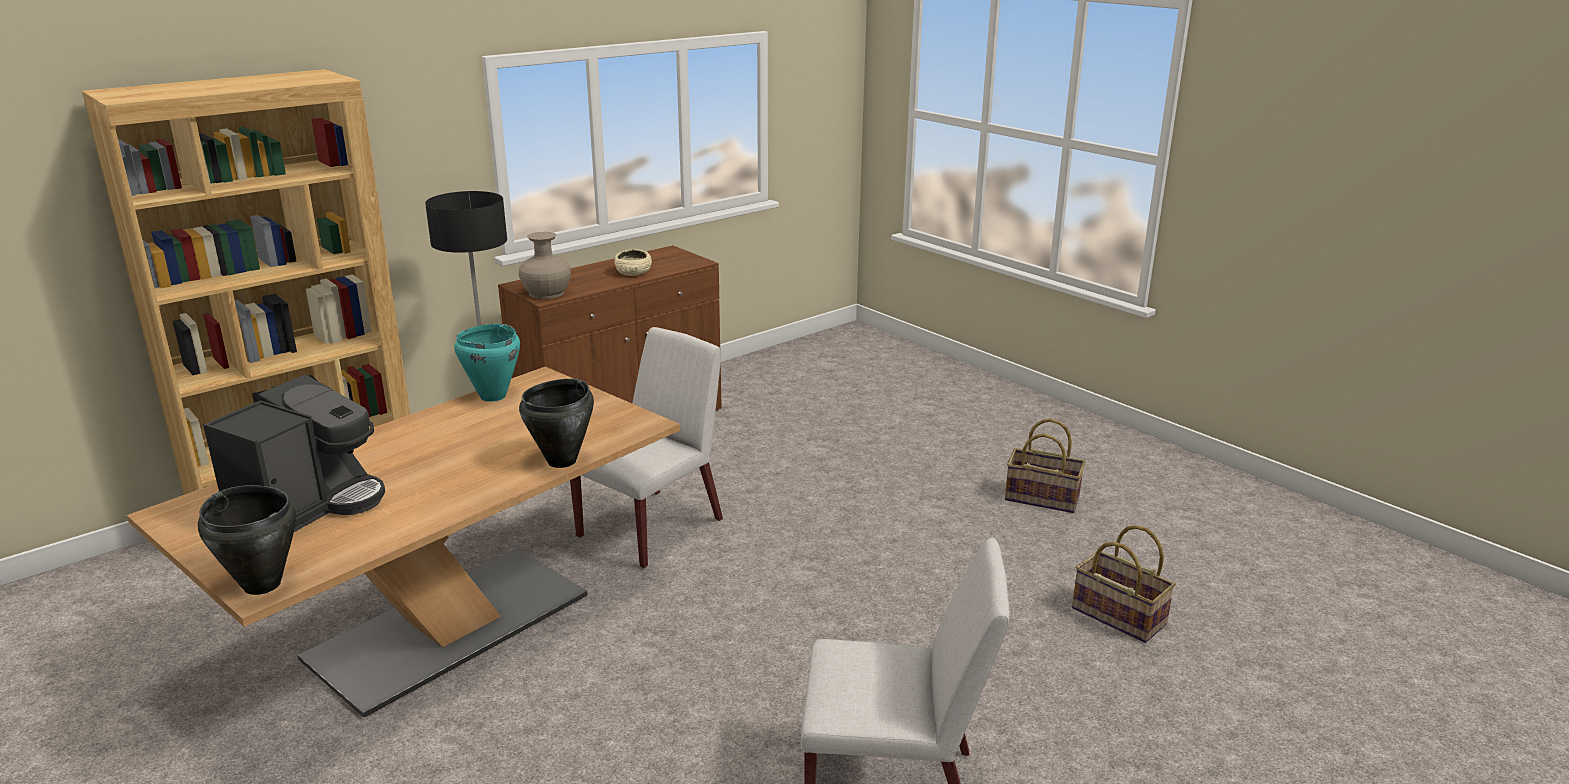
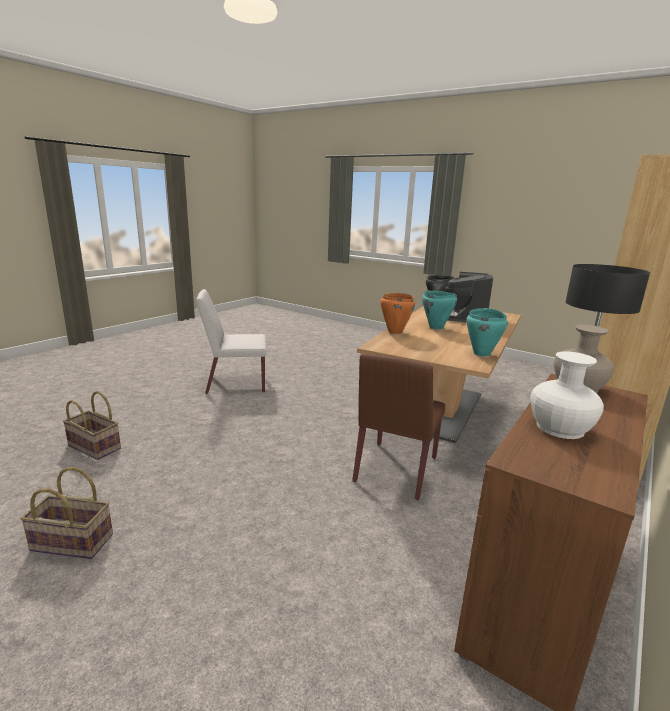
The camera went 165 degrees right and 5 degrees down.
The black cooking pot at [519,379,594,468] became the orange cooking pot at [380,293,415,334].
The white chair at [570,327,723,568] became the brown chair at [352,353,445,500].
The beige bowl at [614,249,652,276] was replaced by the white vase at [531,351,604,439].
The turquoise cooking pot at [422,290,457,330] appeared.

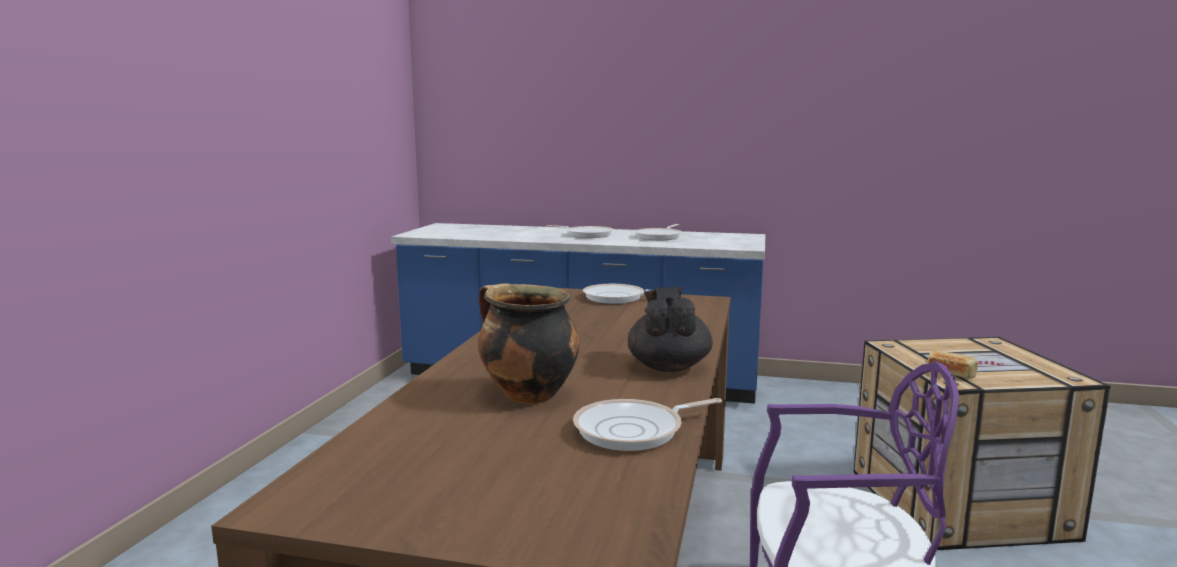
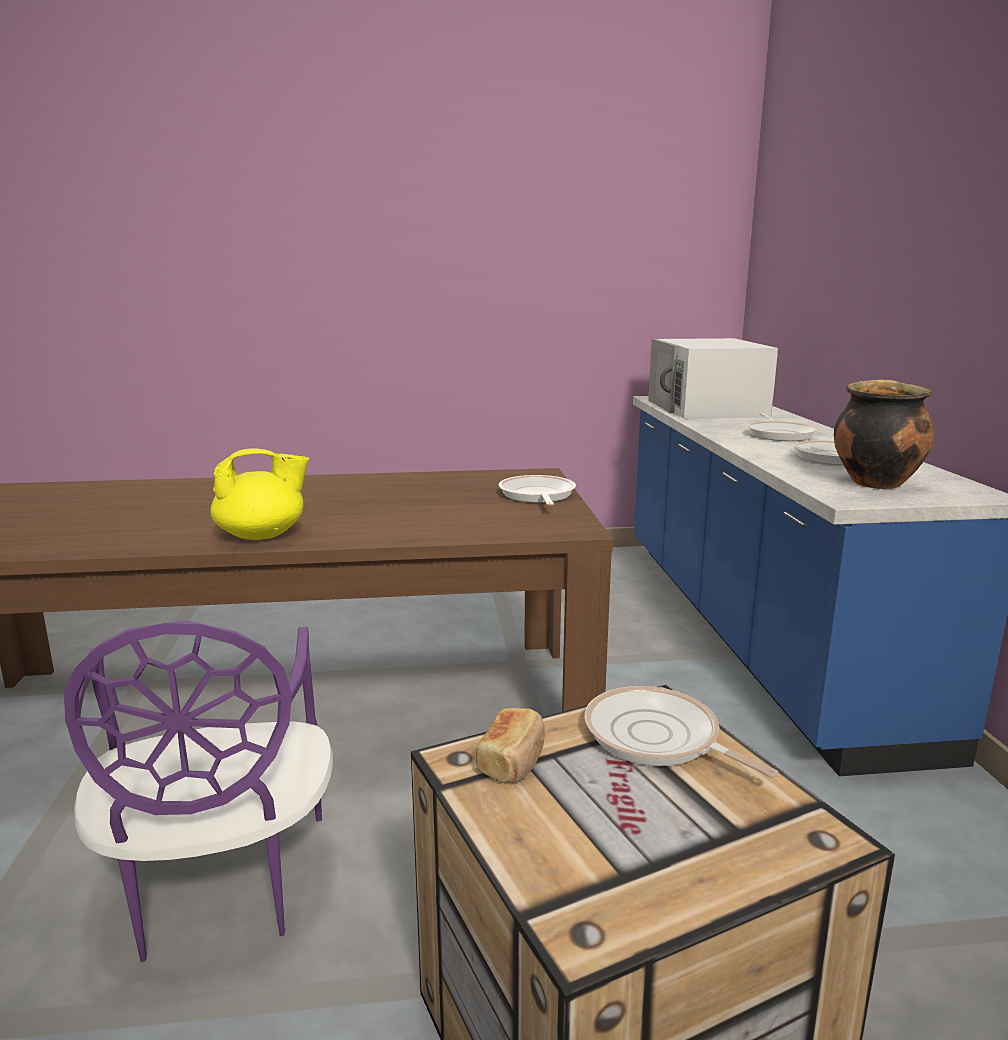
The camera went 70 degrees right and 5 degrees up.
The cooking pot moved from [478,283,579,404] to [834,379,934,489].
The frying pan moved from [573,398,722,451] to [584,686,779,778].
The black teapot at [628,287,713,372] became the yellow teapot at [210,448,309,540].
The white microwave at [648,338,778,419] appeared.

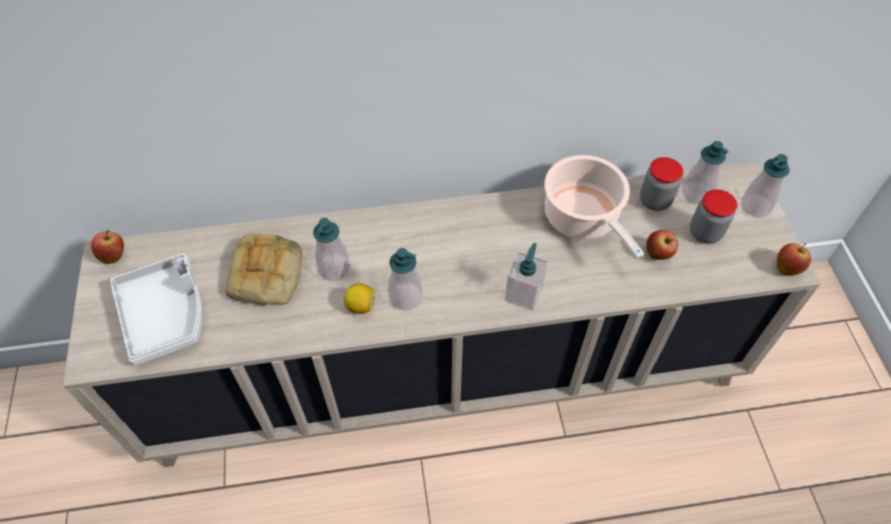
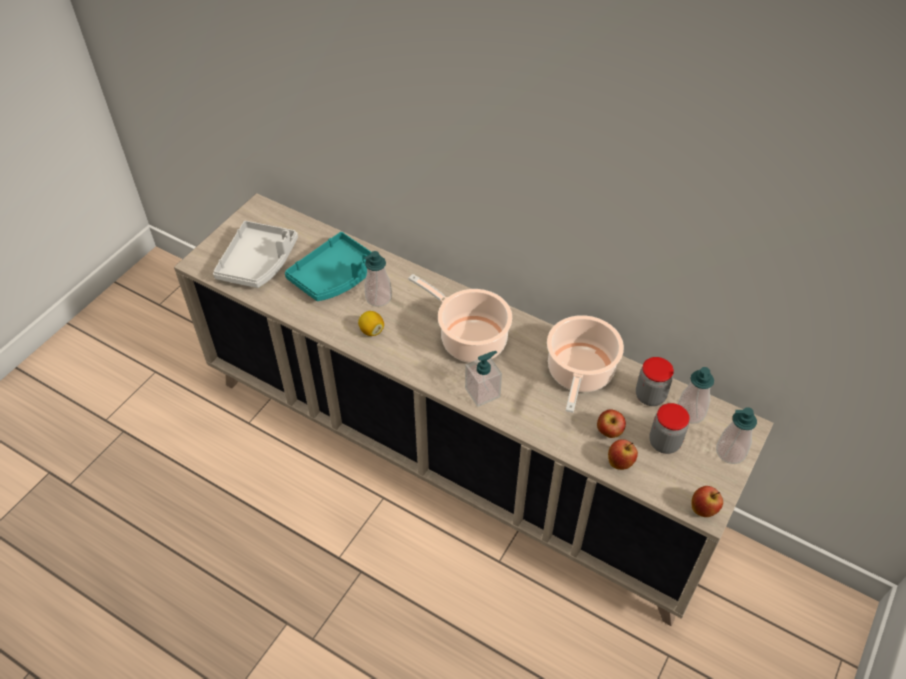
The camera went 40 degrees right and 5 degrees down.
The apple moved from [91,230,124,264] to [608,439,638,470].
The bread at [226,234,302,305] was replaced by the turquoise tray at [285,232,371,301].
The soap dispenser at [388,248,422,311] disappeared.
The cooking pot at [408,274,512,363] appeared.

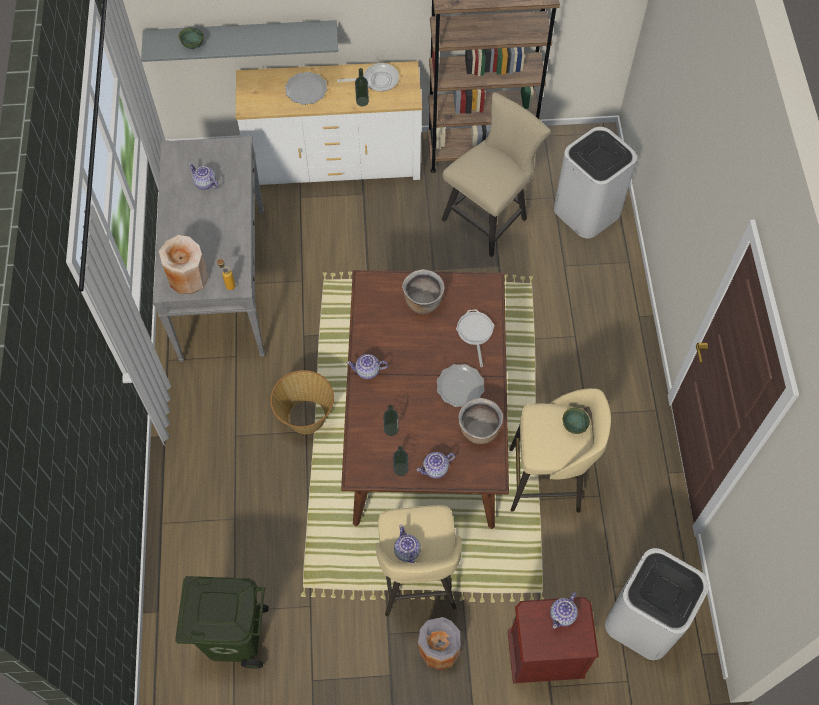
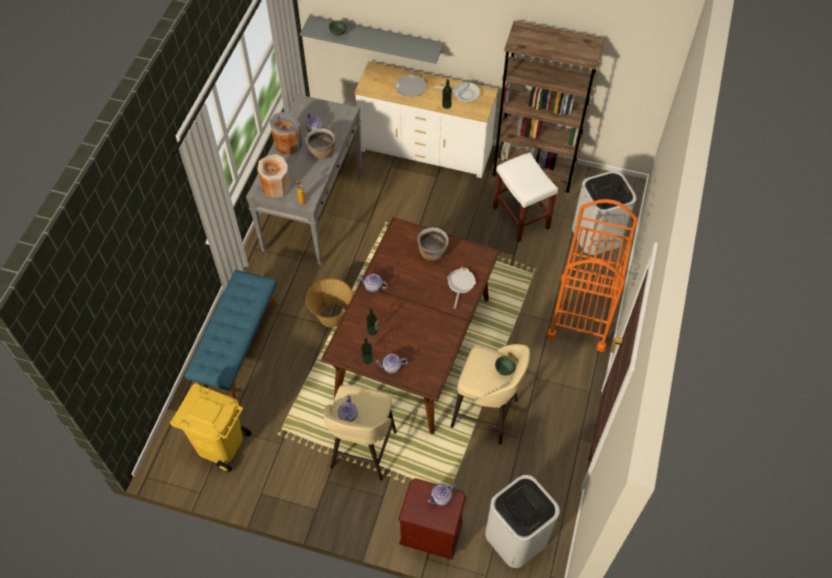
The camera went 20 degrees right and 5 degrees down.
The green trash can at [175,576,269,668] became the yellow trash can at [170,383,251,472].
The grey vase moved from [418,617,460,670] to [270,112,303,155].
The plate at [437,364,485,407] disappeared.
The beige chair at [441,92,551,257] was replaced by the white stool at [493,152,558,242].
The brown cooking pot moved from [458,398,503,444] to [306,128,335,160].
The blue bench at [185,270,279,399] appeared.
The orange cart at [547,199,638,352] appeared.

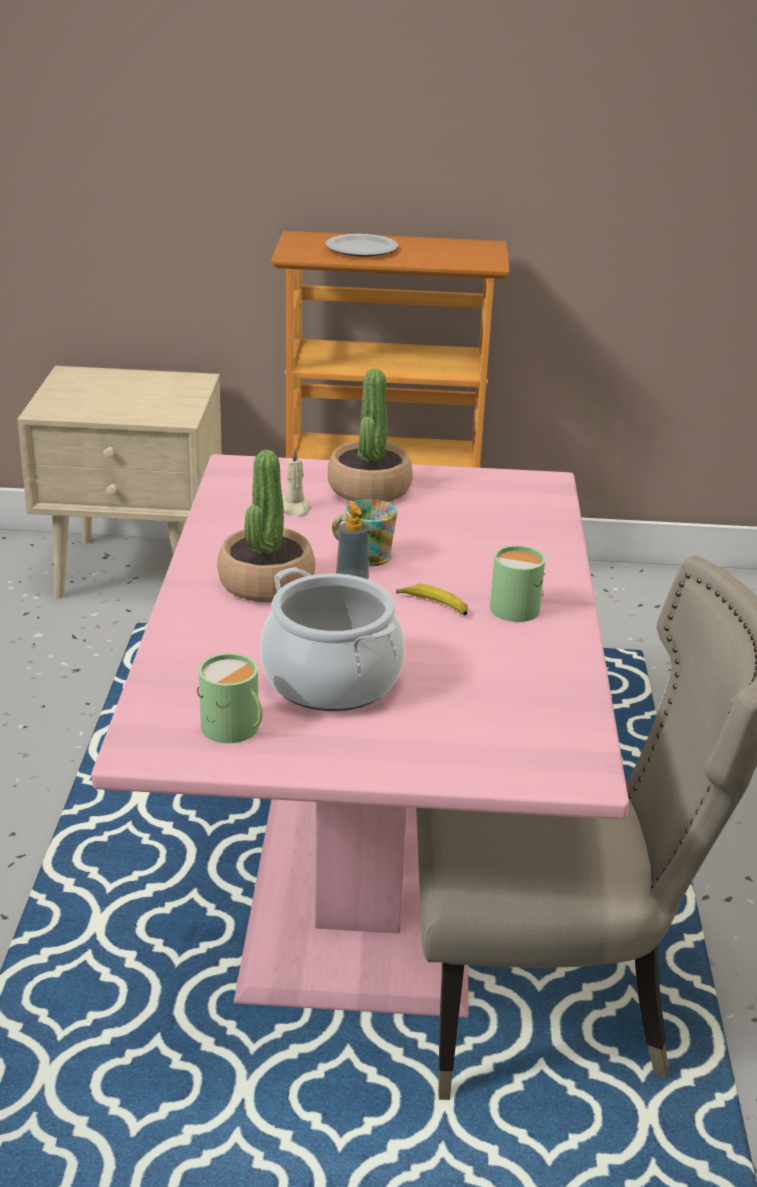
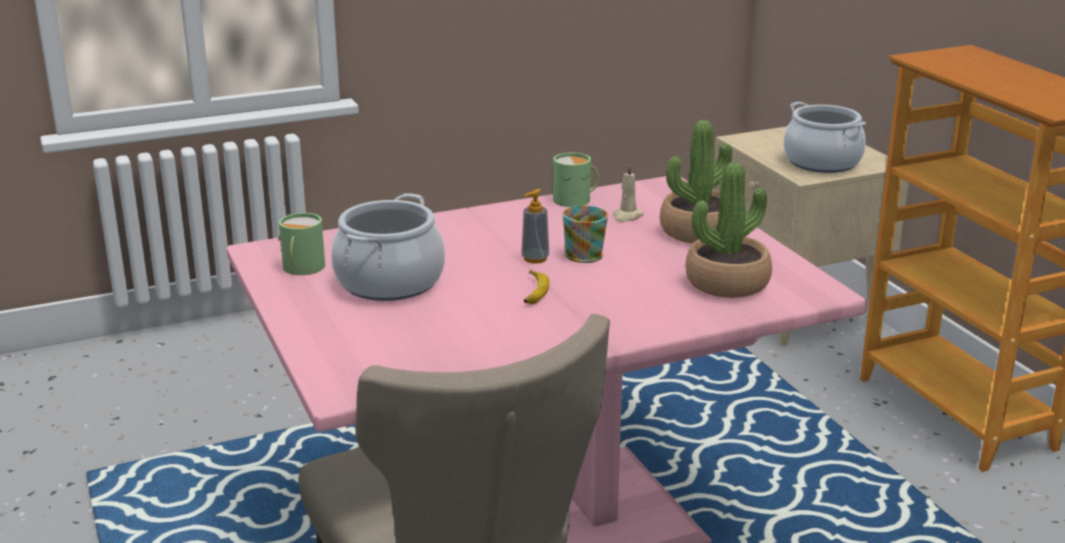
The camera went 65 degrees right and 5 degrees down.
The potted plant moved from [217,450,315,602] to [686,163,772,298].
The plate at [325,234,398,257] disappeared.
The green mug moved from [490,545,545,622] to [553,153,599,207].
The cooking pot at [783,102,866,173] appeared.

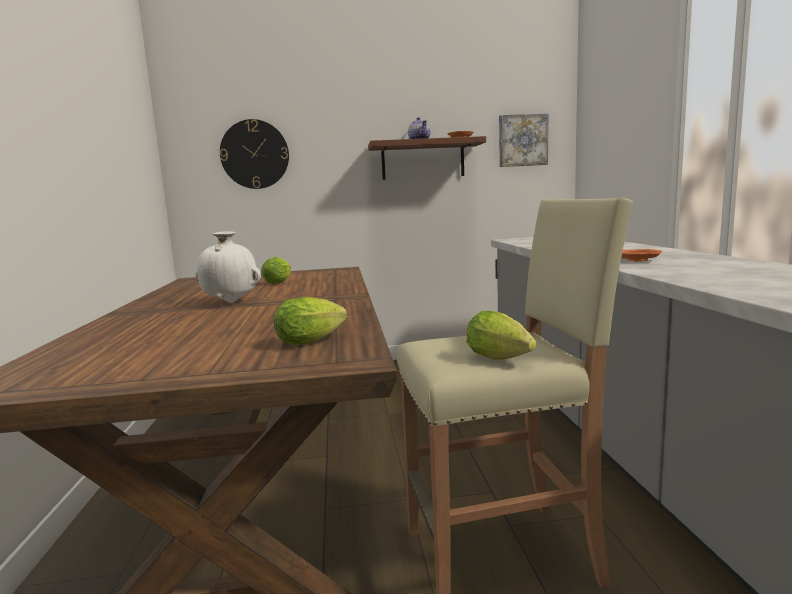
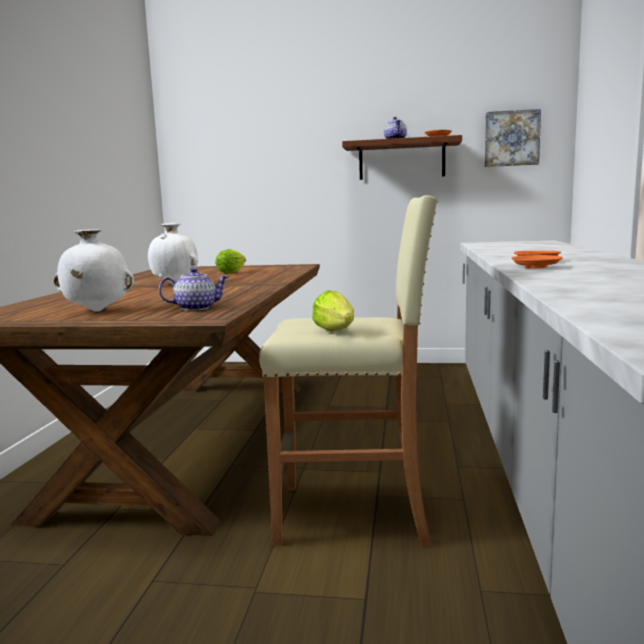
The camera went 15 degrees right and 0 degrees up.
The wall clock at [220,119,289,189] disappeared.
The lettuce at [274,297,347,345] was replaced by the teapot at [159,268,229,311].
The white vase at [54,229,134,312] appeared.
The orange plate at [512,255,562,269] appeared.

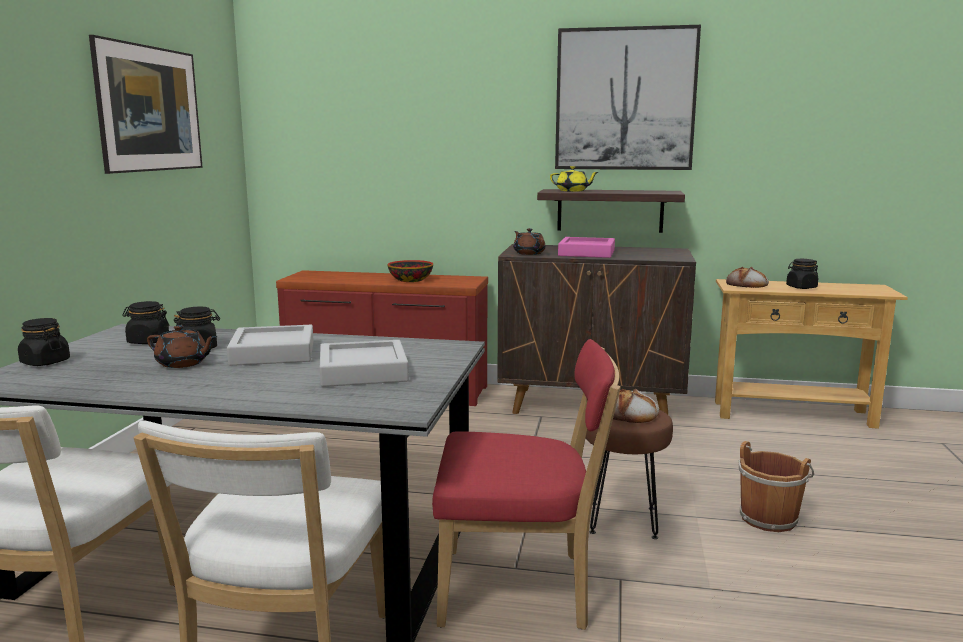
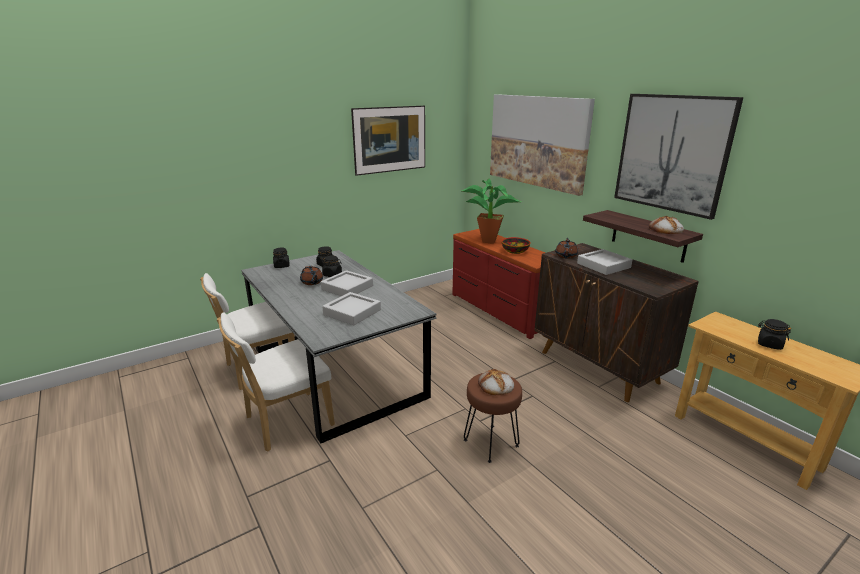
The camera went 45 degrees right and 10 degrees up.
The red chair at [432,339,621,630] disappeared.
The yellow teapot at [550,166,598,192] disappeared.
The pink tray at [558,237,615,258] became the grey tray at [577,249,632,275].
The bread moved from [726,266,769,288] to [649,216,684,234].
The brown bucket at [738,441,814,532] disappeared.
The potted plant at [461,179,522,244] appeared.
The picture at [490,94,595,196] appeared.

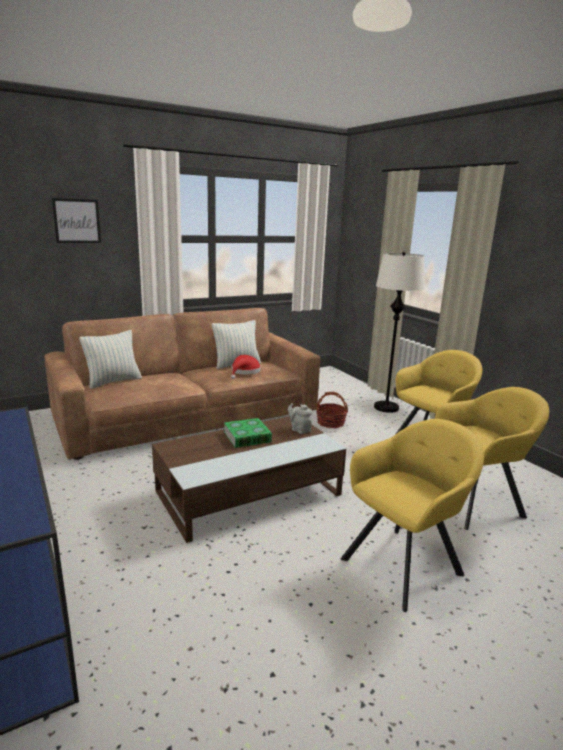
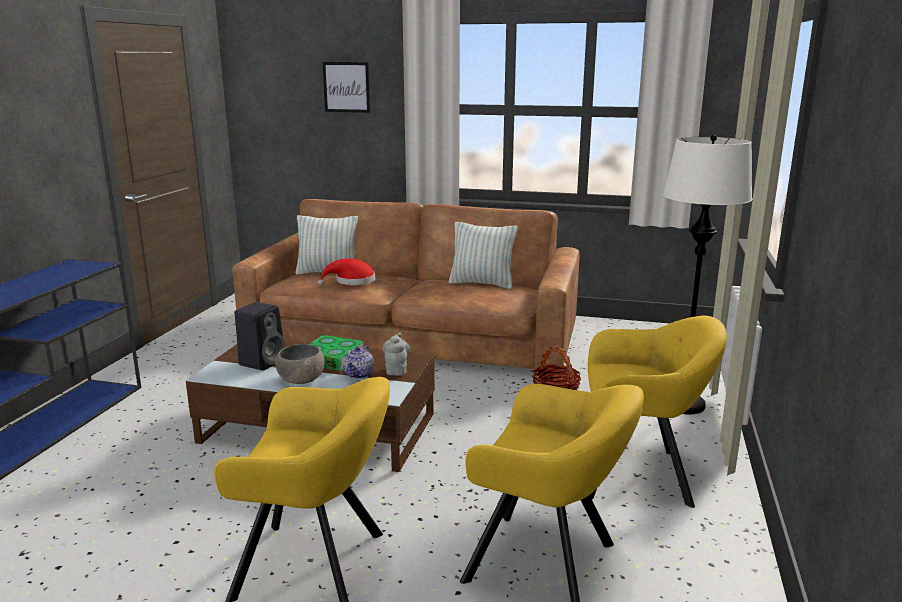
The camera went 45 degrees right and 0 degrees up.
The red hat moved from [231,355,261,379] to [318,258,375,285].
The black speaker at [235,302,284,370] appeared.
The grey bowl at [274,344,325,384] appeared.
The teapot at [343,345,374,379] appeared.

